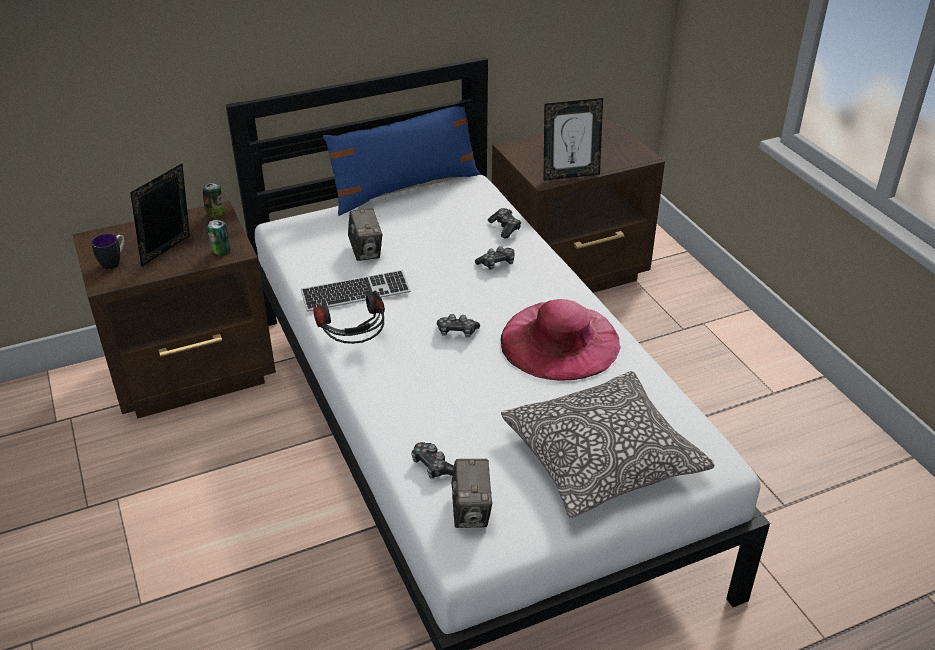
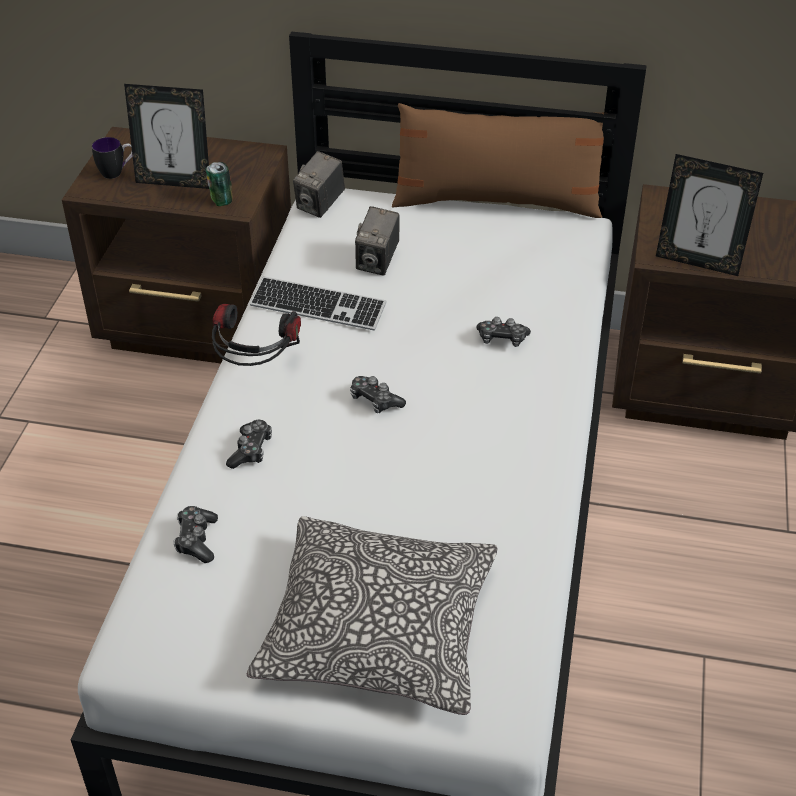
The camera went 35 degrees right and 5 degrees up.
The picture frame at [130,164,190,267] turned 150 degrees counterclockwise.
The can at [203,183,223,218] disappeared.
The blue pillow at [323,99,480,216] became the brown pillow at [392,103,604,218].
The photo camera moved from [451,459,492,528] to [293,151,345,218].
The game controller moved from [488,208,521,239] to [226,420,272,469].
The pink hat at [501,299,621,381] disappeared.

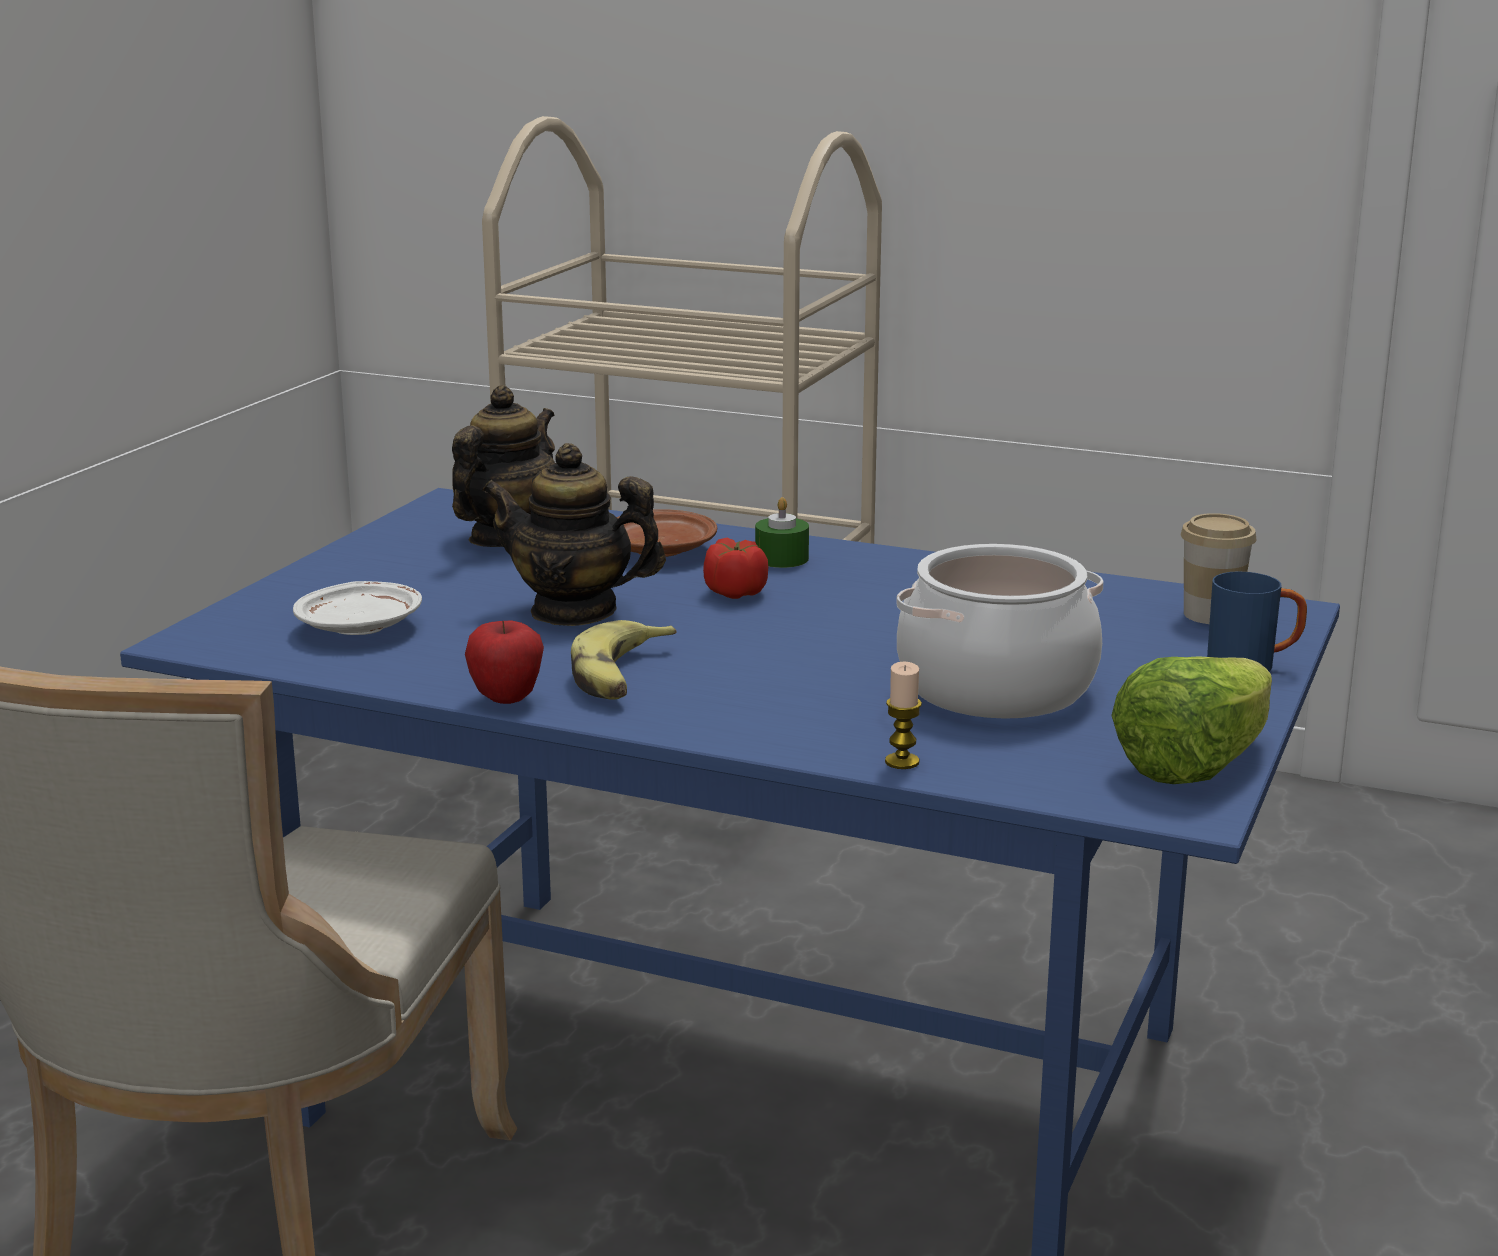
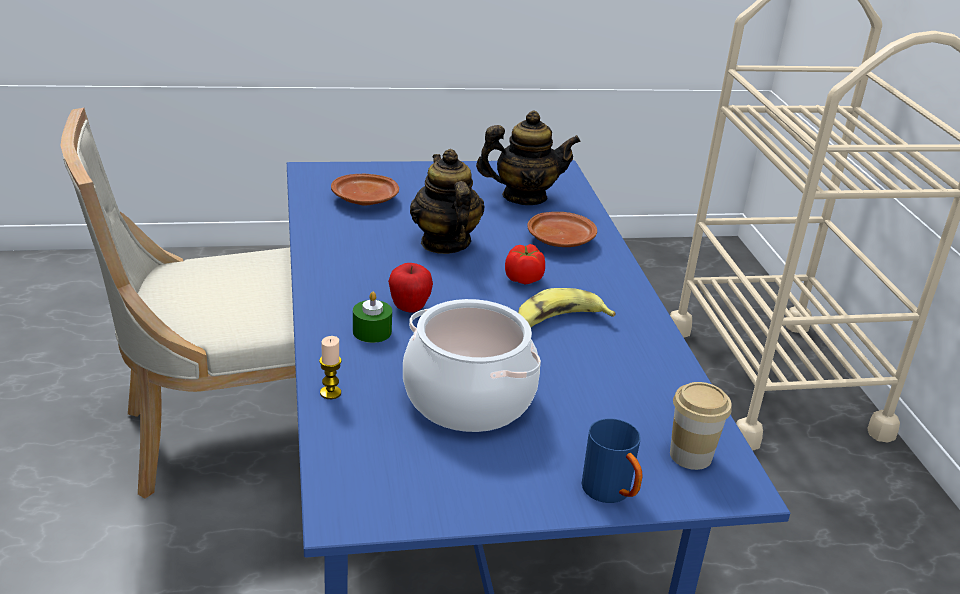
The camera went 55 degrees right and 10 degrees up.
The white plate at [293,581,422,635] became the brown plate at [331,174,399,205].
The apple moved from [465,620,544,704] to [388,263,433,313].
The banana moved from [571,620,677,700] to [518,288,616,327].
The green candle moved from [755,497,809,568] to [353,292,392,343].
The lettuce at [1111,656,1272,784] disappeared.

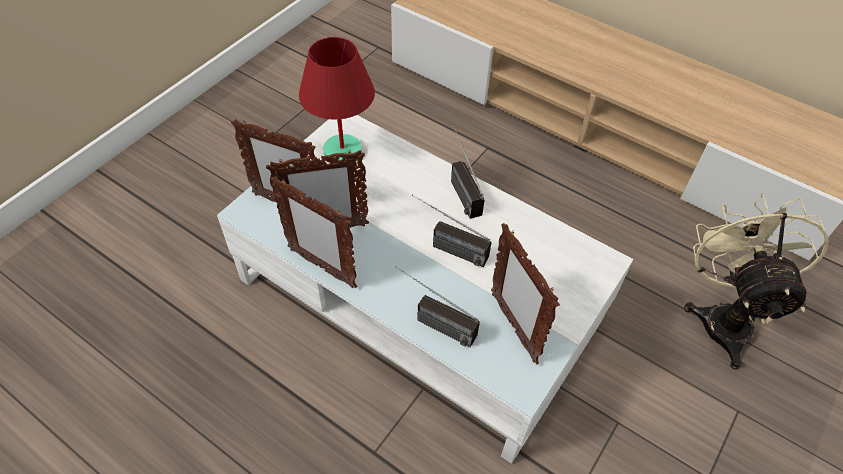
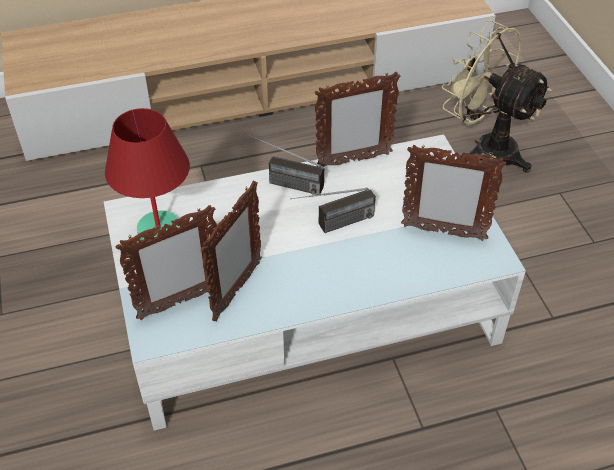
The camera went 50 degrees left and 5 degrees down.
The picture frame moved from [270,176,358,288] to [315,72,401,167].
The radio at [395,267,480,347] disappeared.

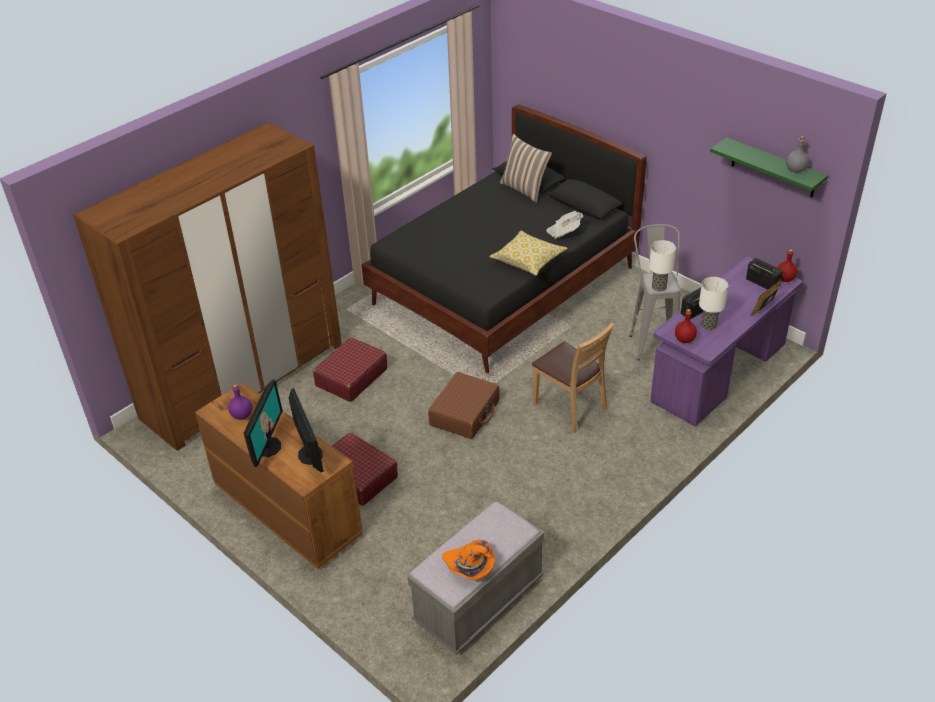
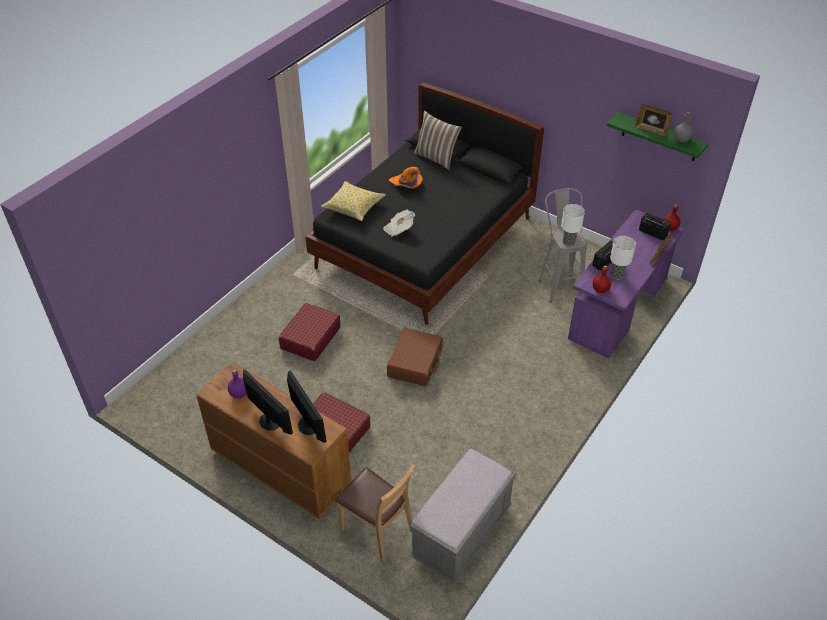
The camera went 10 degrees left and 5 degrees up.
The brown wardrobe at [73,122,342,451] disappeared.
The monitor at [244,379,283,467] turned 45 degrees counterclockwise.
The orange hat moved from [442,540,495,580] to [389,167,422,189].
The pillow moved from [489,230,568,276] to [321,181,386,221].
The brown chair moved from [532,322,615,433] to [335,464,415,563].
The newspaper moved from [546,211,583,239] to [383,210,415,237].
The picture frame at [635,104,672,137] appeared.

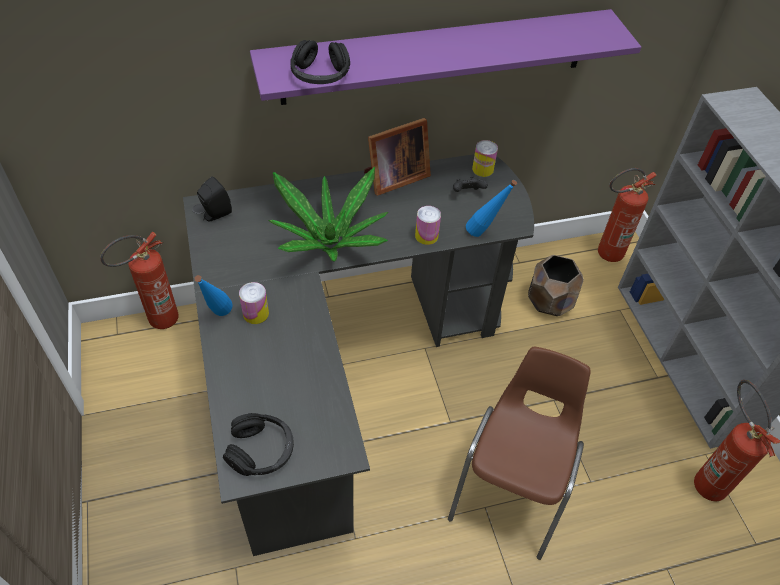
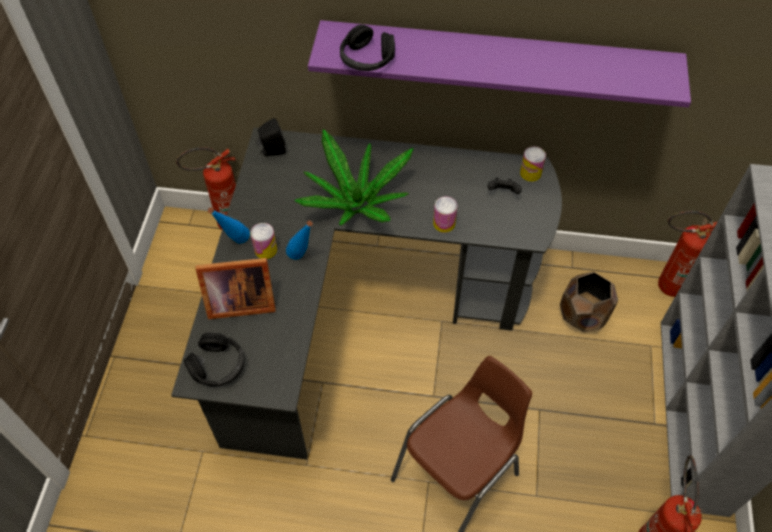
The camera went 25 degrees right and 5 degrees up.
The picture frame moved from [364,118,431,196] to [195,258,276,319].
The blue bottle moved from [466,180,517,237] to [286,220,313,260].

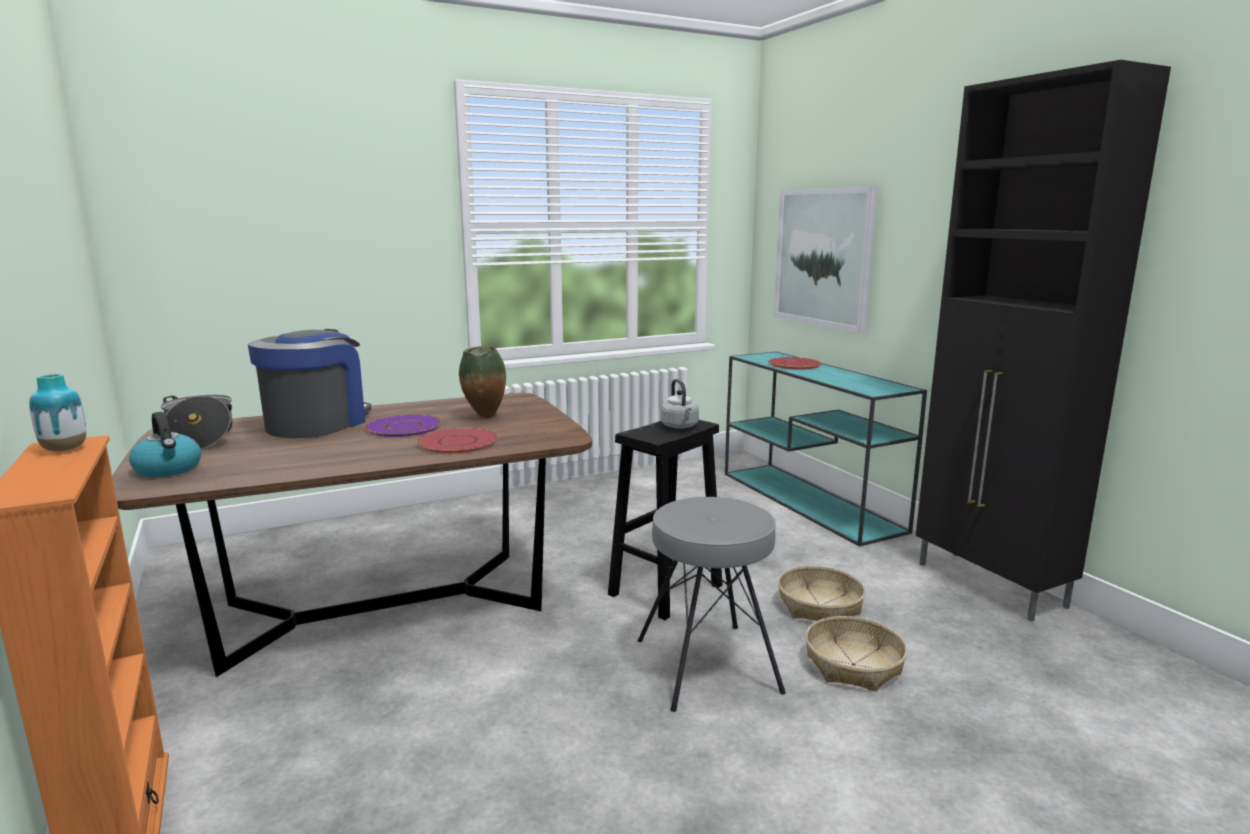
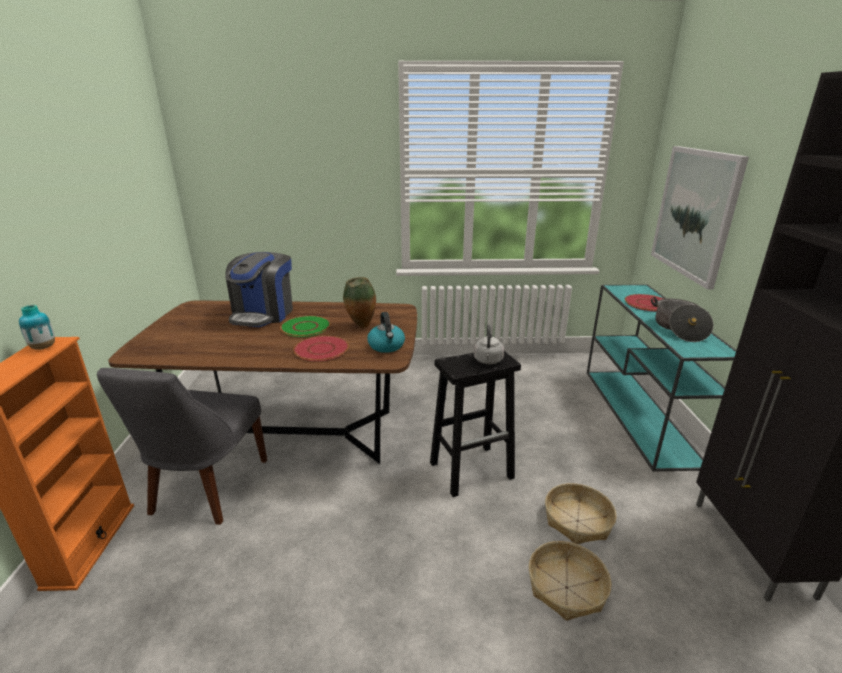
The camera went 25 degrees right and 10 degrees up.
The kettle moved from [129,412,201,477] to [367,312,405,353].
The cooking pot moved from [161,395,232,449] to [651,297,714,342].
The coffee machine at [248,329,371,438] turned 150 degrees clockwise.
The purple plate at [365,414,442,437] became the green plate at [280,316,330,337].
The grey stool at [638,497,786,712] disappeared.
The grey chair at [97,368,267,525] appeared.

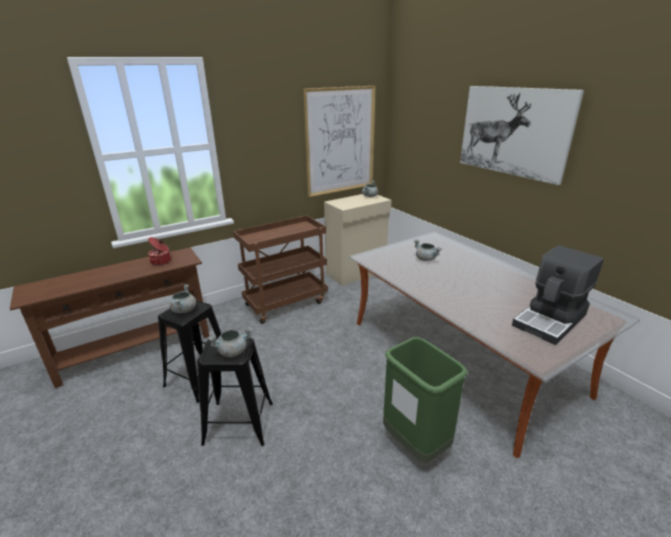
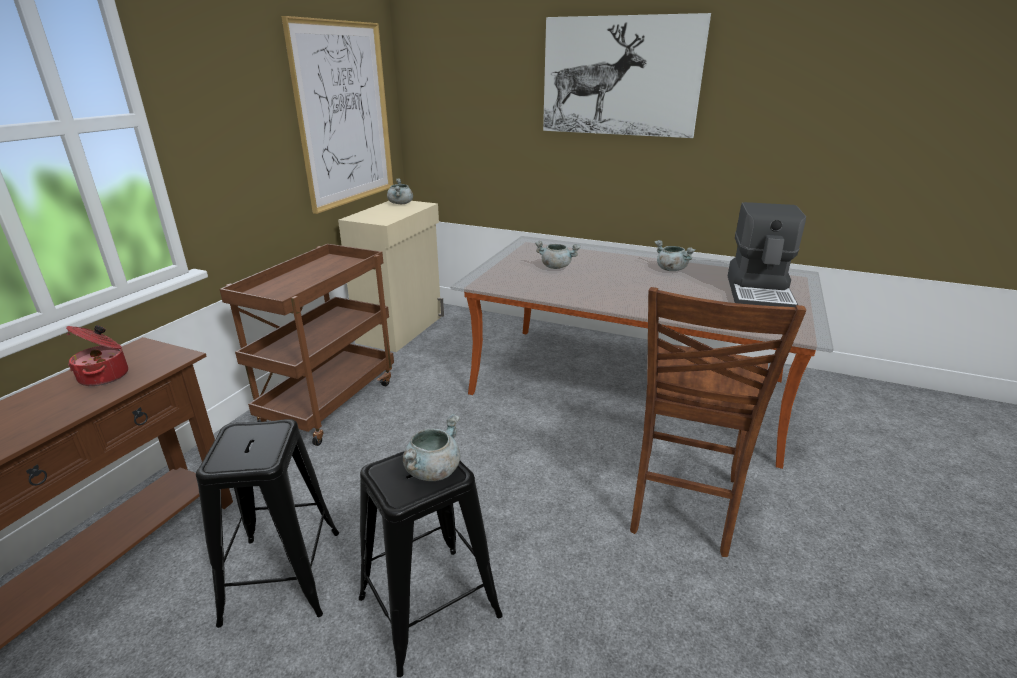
The camera went 35 degrees left and 0 degrees up.
The grey cooking pot moved from [170,285,196,313] to [655,240,696,271].
The green trash can at [383,337,468,463] was replaced by the brown chair at [630,287,806,557].

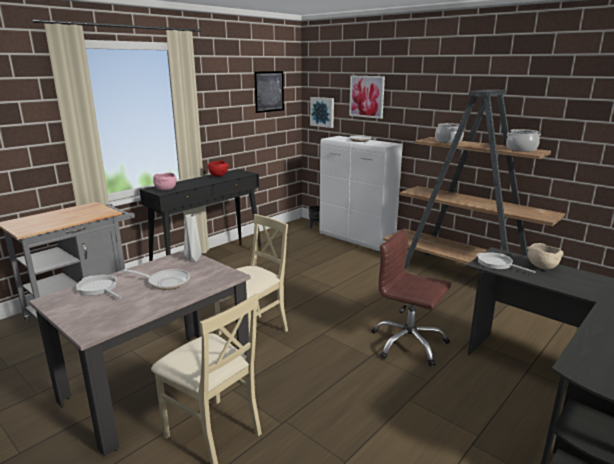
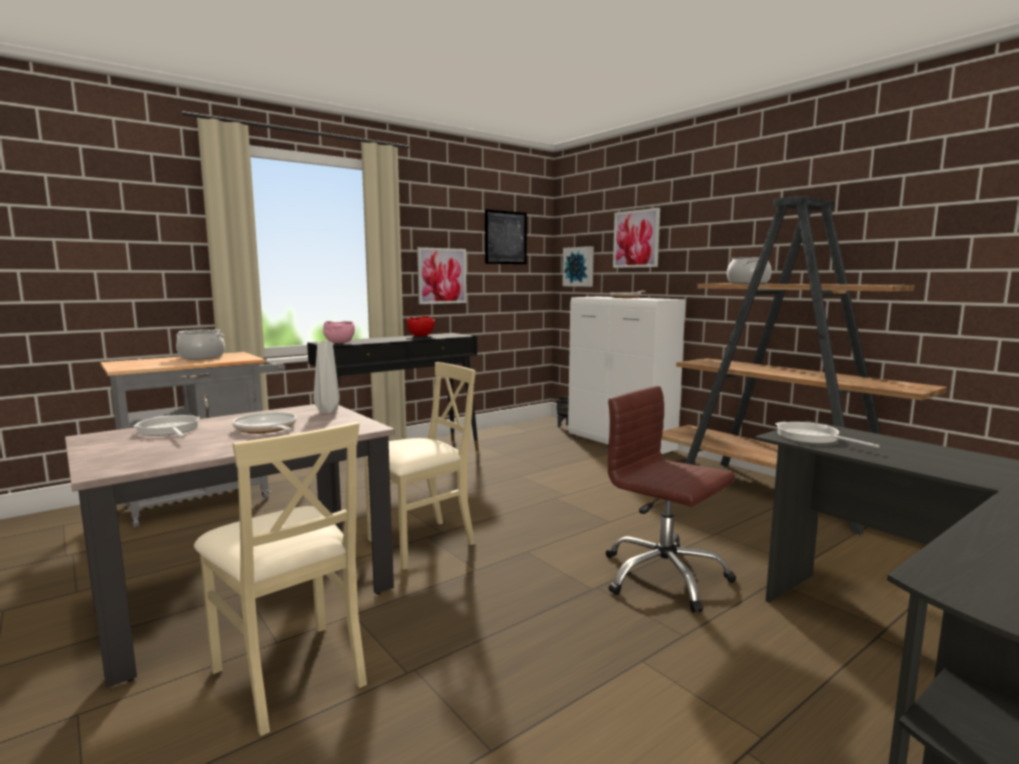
The camera went 10 degrees right and 10 degrees down.
The frying pan at [123,269,190,290] turned 150 degrees counterclockwise.
The cooking pot moved from [506,129,541,152] to [176,329,225,360].
The beige bowl at [527,243,563,269] disappeared.
The picture at [417,247,467,304] appeared.

